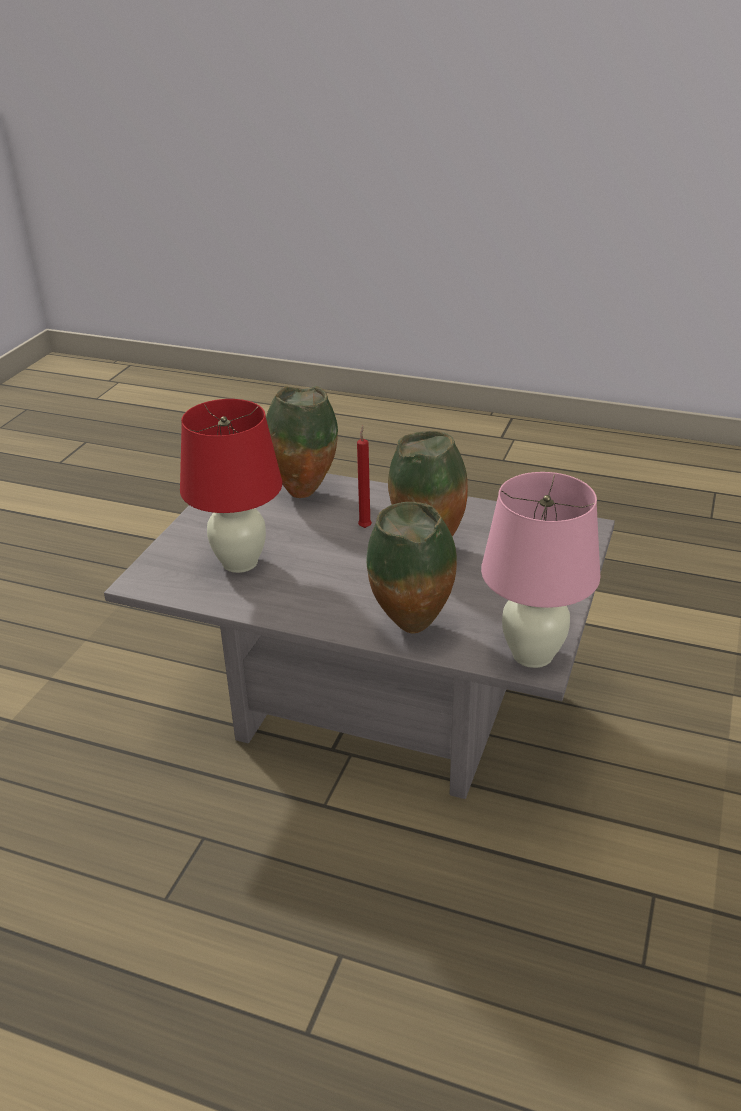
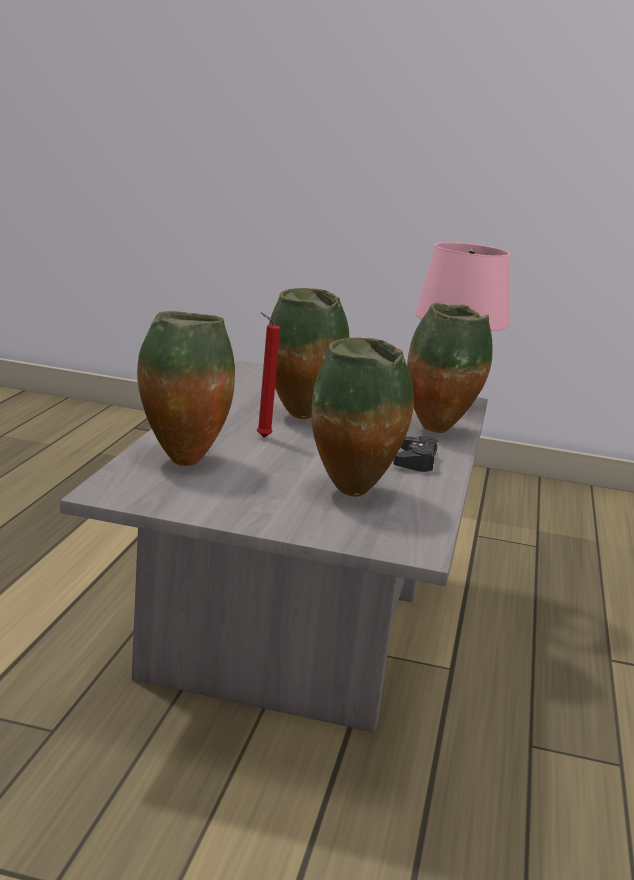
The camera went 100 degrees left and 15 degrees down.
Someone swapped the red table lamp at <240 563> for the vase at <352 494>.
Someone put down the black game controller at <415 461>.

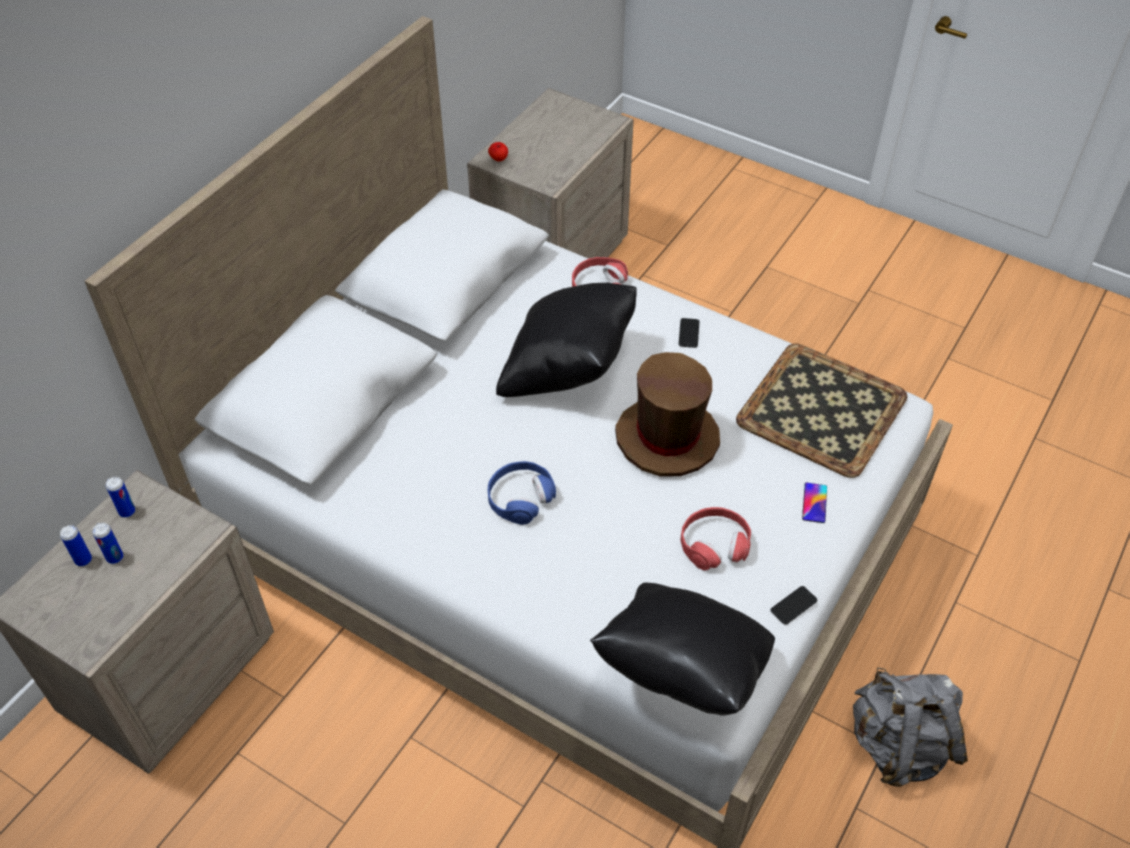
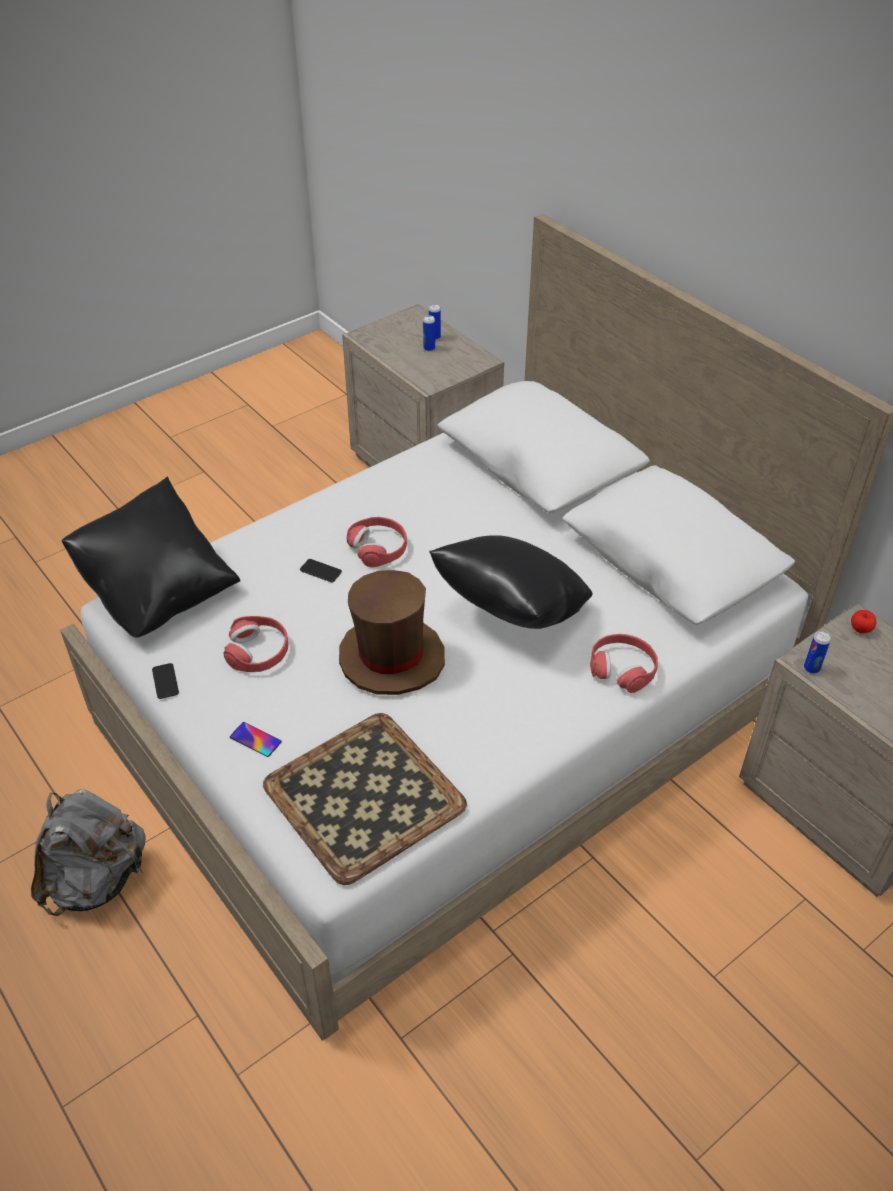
The camera went 110 degrees right and 5 degrees down.
Someone carried the phone from <689 333> to <320 571>.
Someone repainted the blue headphones at <520 497>, which became the red headphones at <378 547>.
Someone carried the can from <127 511> to <811 668>.

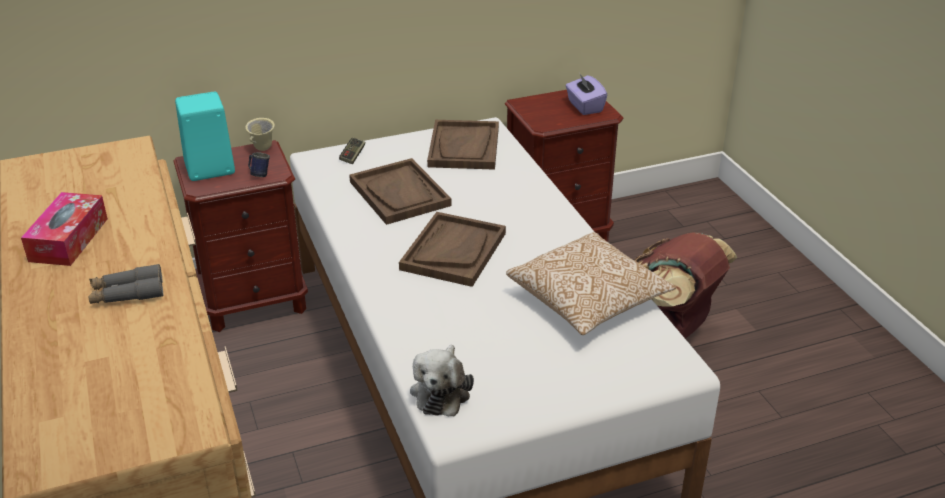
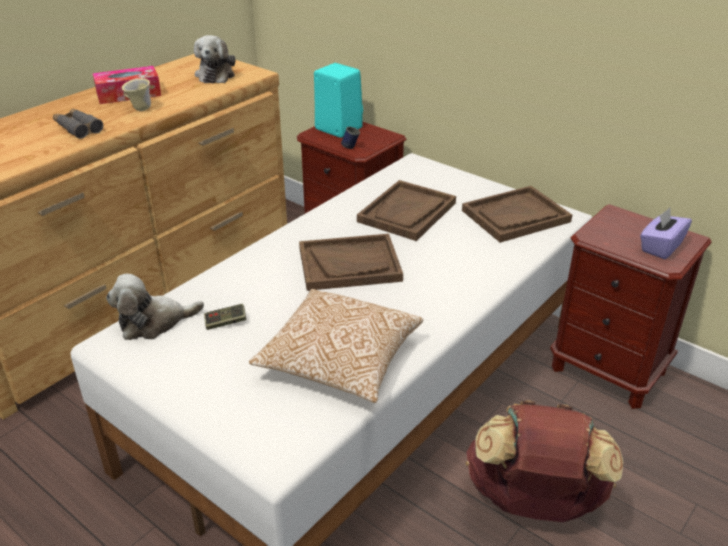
The camera went 60 degrees right and 0 degrees up.
Someone carried the beige mug from <263 149> to <140 110>.
Someone put down the plush toy at <216 75>.
Someone carried the game controller from <353 156> to <225 322>.

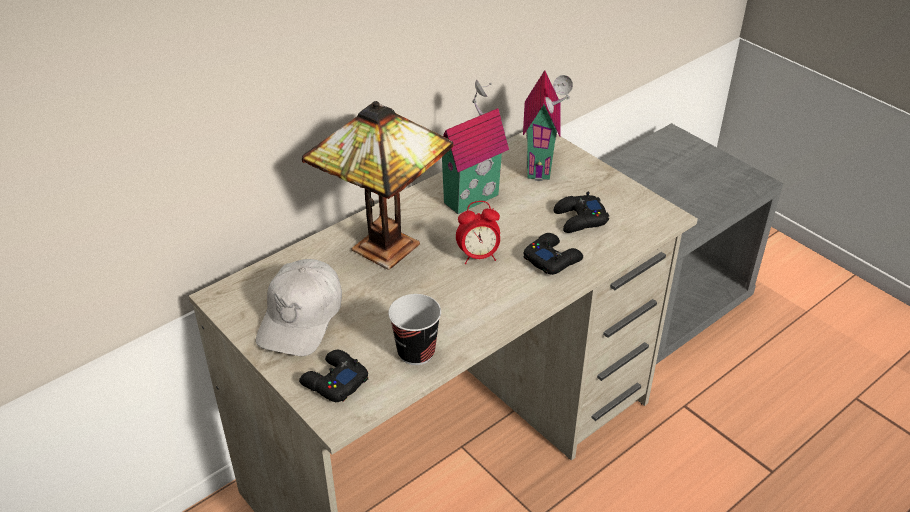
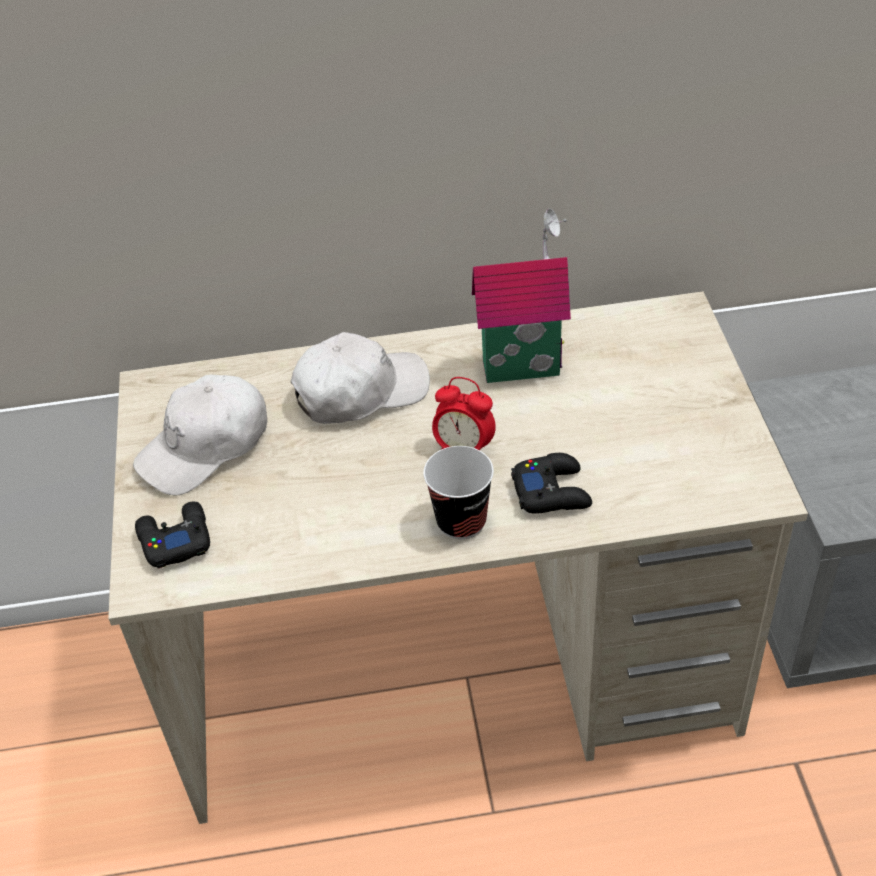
The camera went 35 degrees right and 5 degrees up.
Someone swapped the table lamp at <380 247> for the white cap at <360 392>.
Someone carried the cup from <416 352> to <461 521>.
Someone took away the toy house at <542 165>.
Someone took away the black game controller at <580 219>.

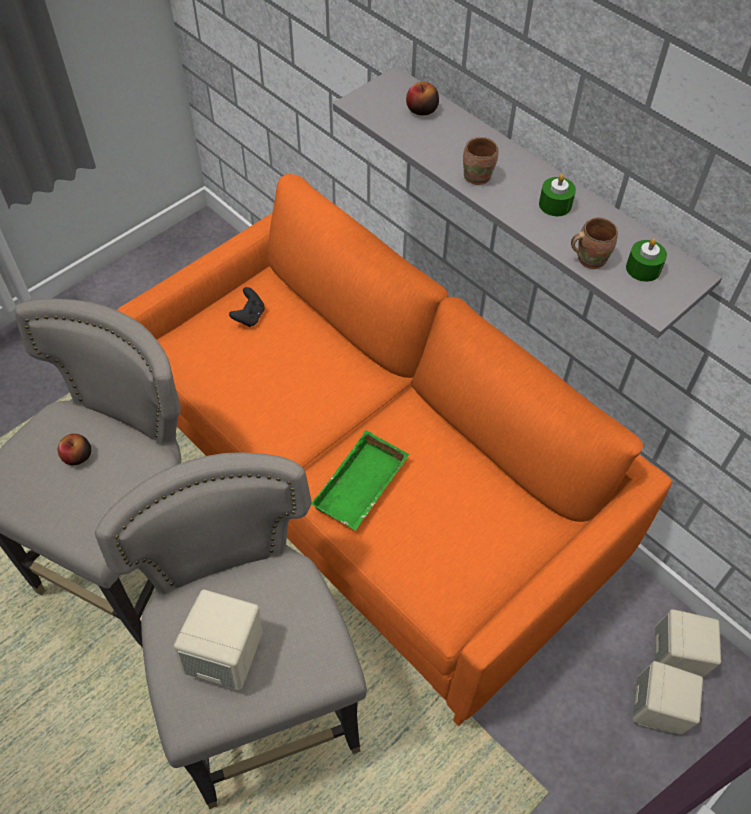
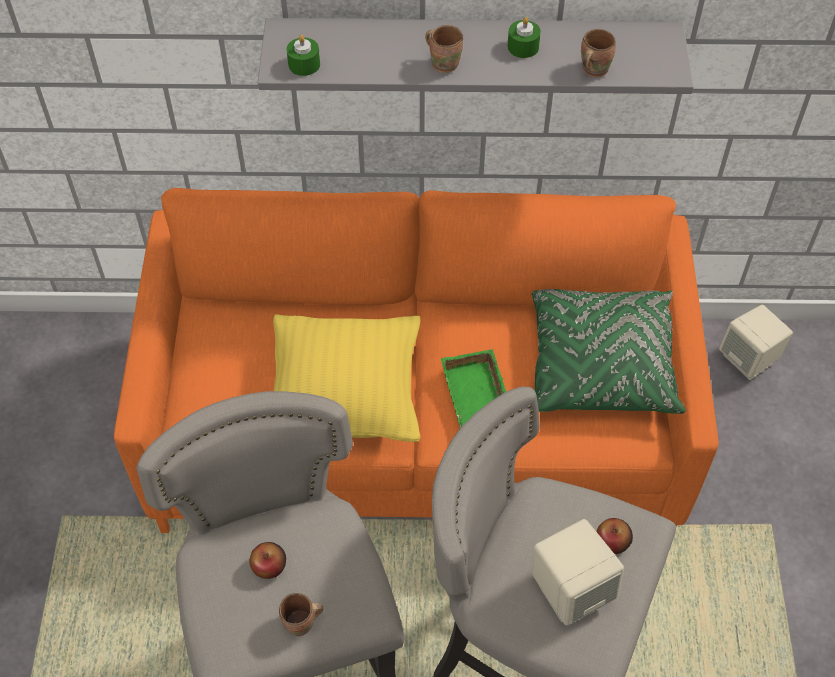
The camera went 45 degrees left and 0 degrees up.
Someone put down the yellow pillow at <346 398>.
Someone put down the brown mug at <301 624>.
Someone carried the green candle from <643 268> to <304 64>.
Someone put down the green pillow at <599 364>.
Someone carried the apple from <421 110> to <612 542>.
Someone took away the black game controller at <249 317>.
Someone took away the beige speaker at <658 710>.

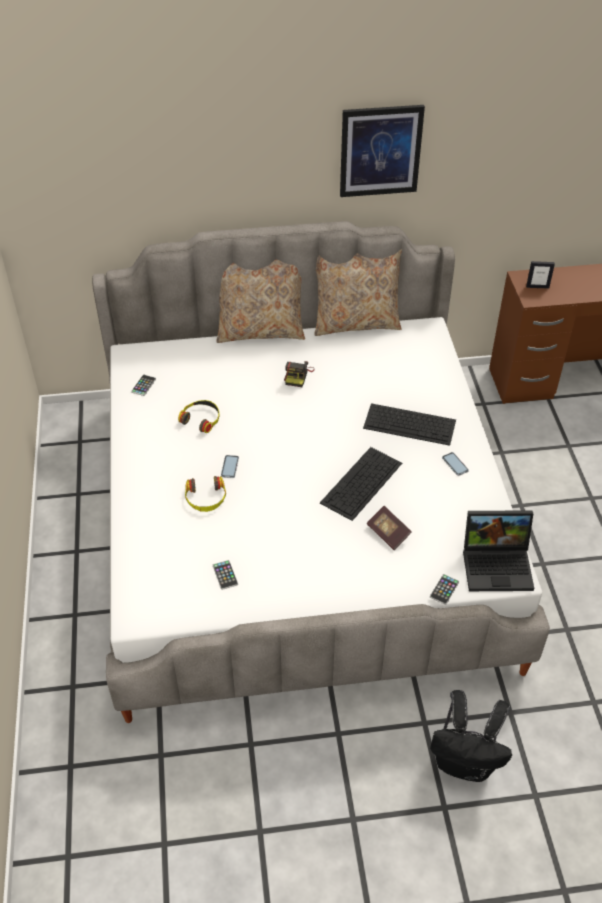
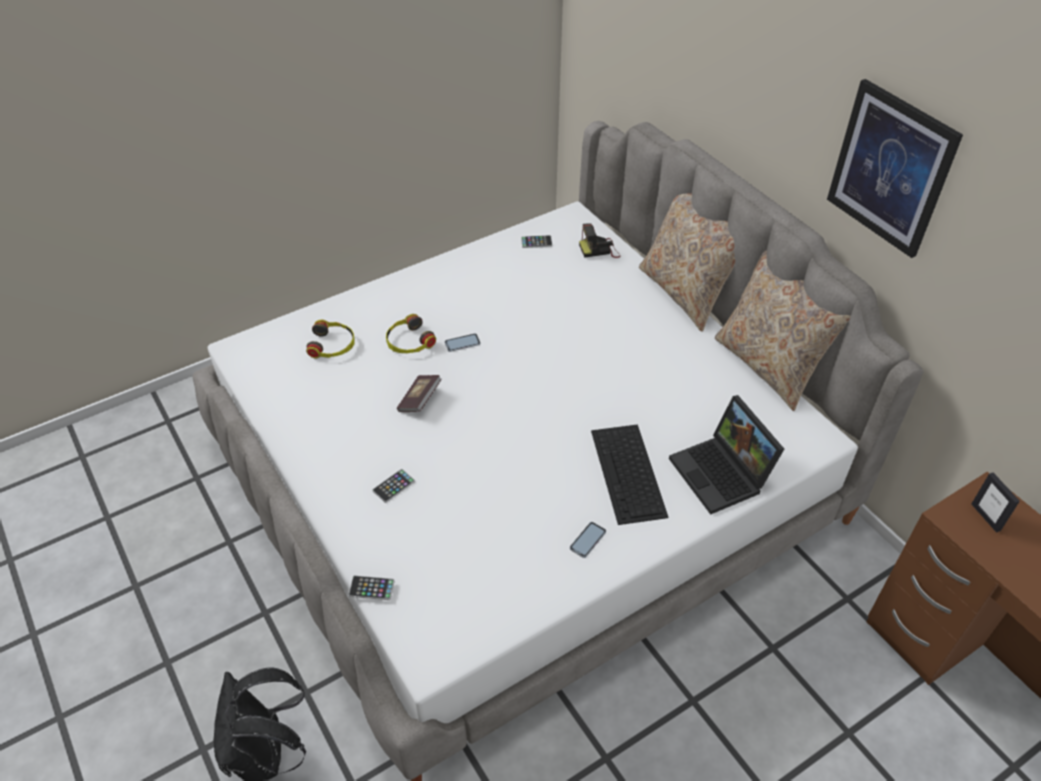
The camera went 65 degrees right and 0 degrees up.
Someone carried the headphones from <201 419> to <332 345>.
Someone carried the phone from <225 575> to <393 486>.
Someone carried the book from <388 533> to <419 400>.
Someone carried the photo camera from <298 375> to <599 250>.
Someone carried the laptop from <498 564> to <722 474>.
Someone took away the keyboard at <361 483>.

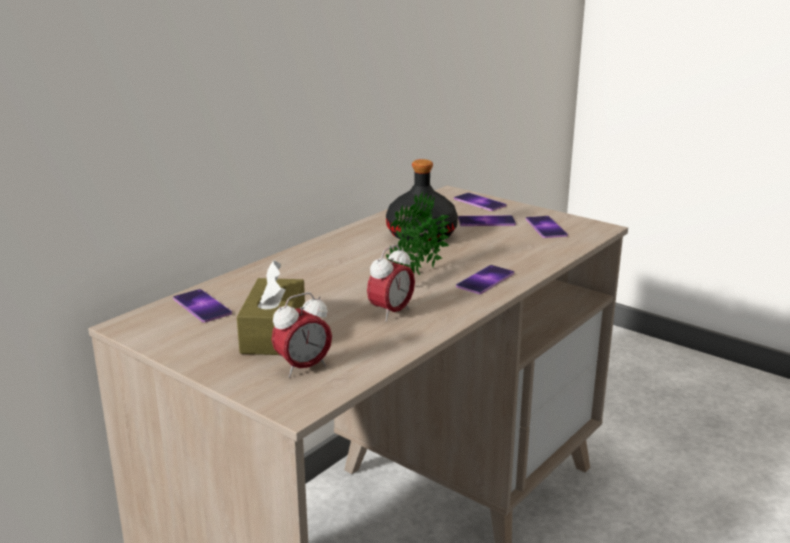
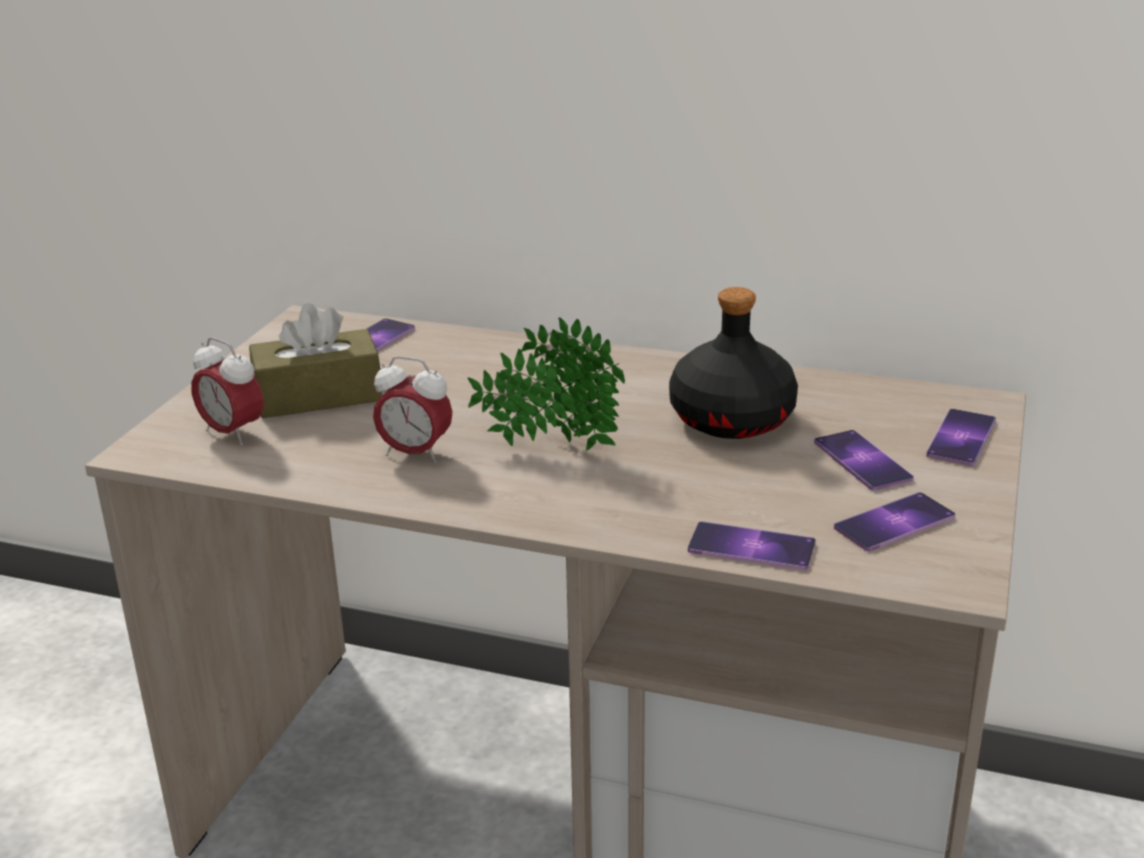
The camera went 70 degrees right and 5 degrees up.
Someone carried the phone from <485 280> to <751 547>.

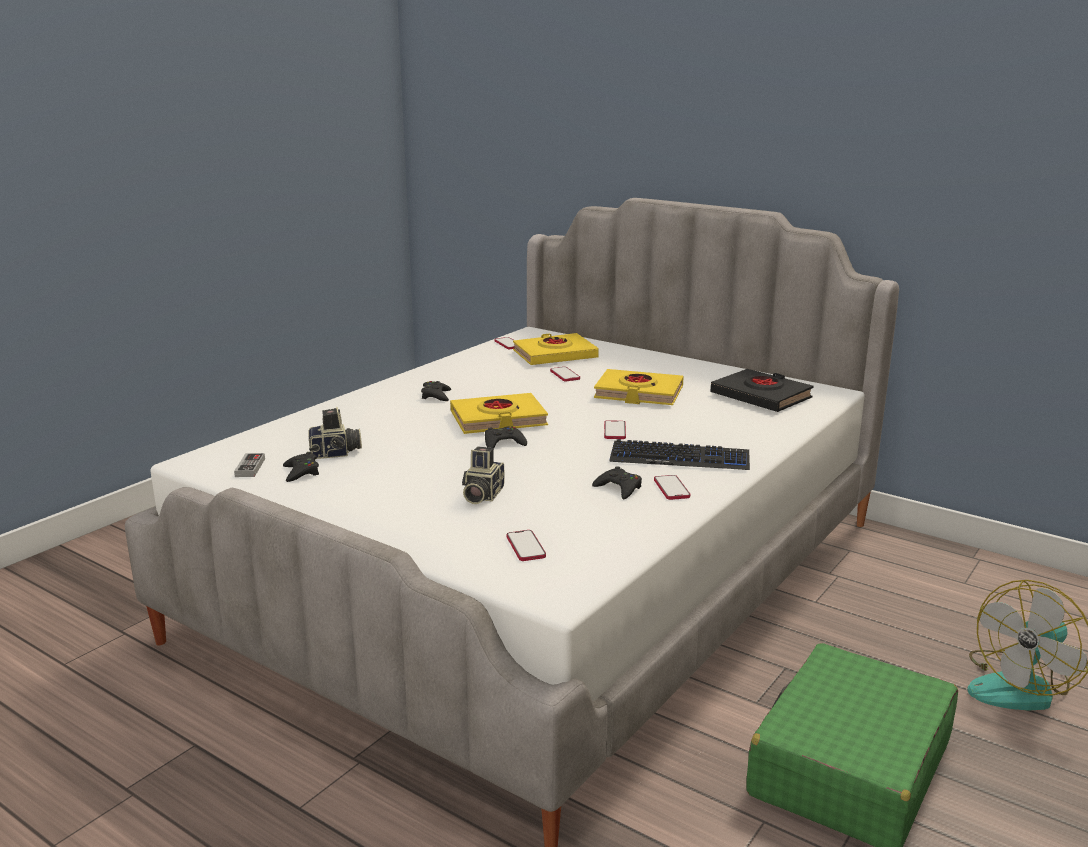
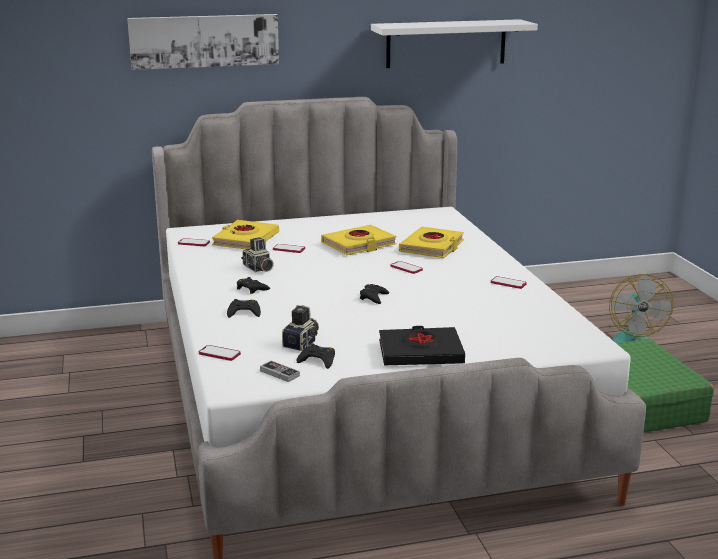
The camera went 50 degrees left and 0 degrees up.
Someone put up the picture at <204 41>.
Someone carried the phone from <525 547> to <219 354>.
Someone carried the black game controller from <619 488> to <244 313>.
Someone carried the photo camera from <481 495> to <258 268>.
Someone put up the white shelf at <446 43>.
Someone carried the black book from <761 396> to <420 353>.
Someone carried the yellow book from <498 420> to <432 247>.
Someone took away the keyboard at <679 458>.

